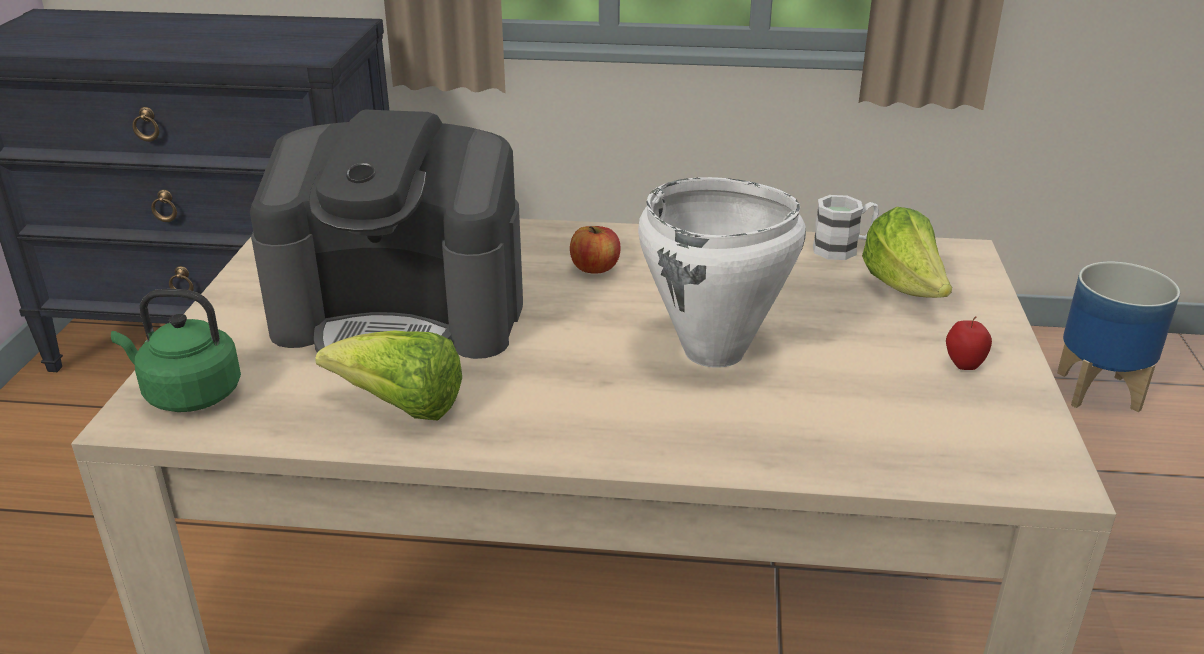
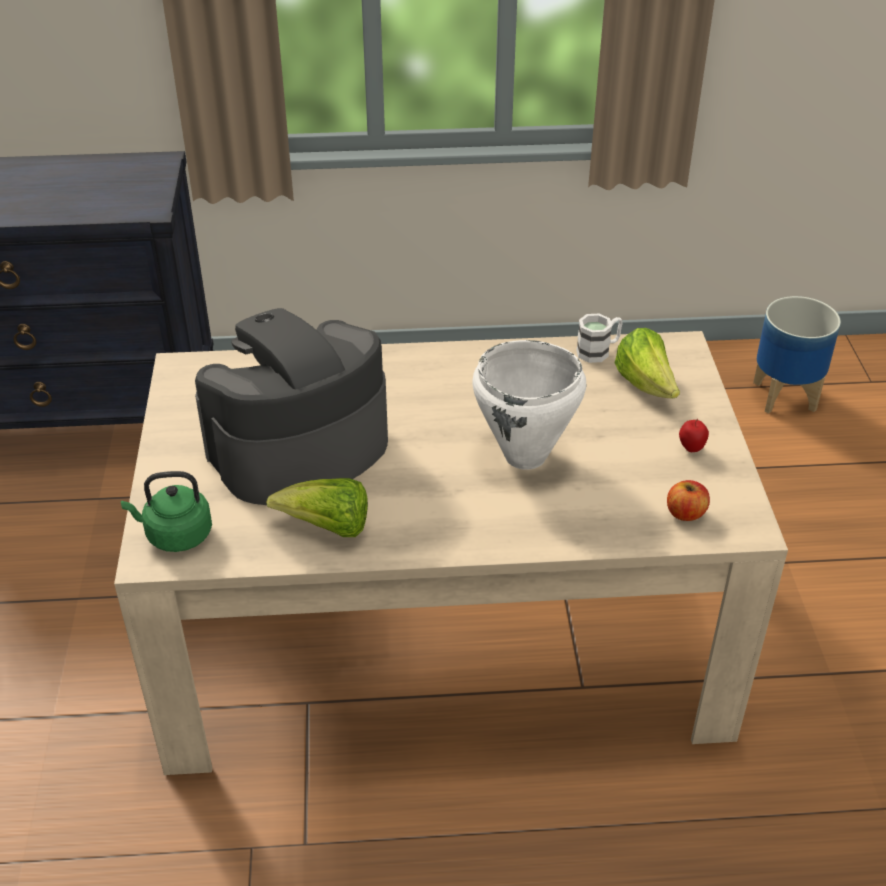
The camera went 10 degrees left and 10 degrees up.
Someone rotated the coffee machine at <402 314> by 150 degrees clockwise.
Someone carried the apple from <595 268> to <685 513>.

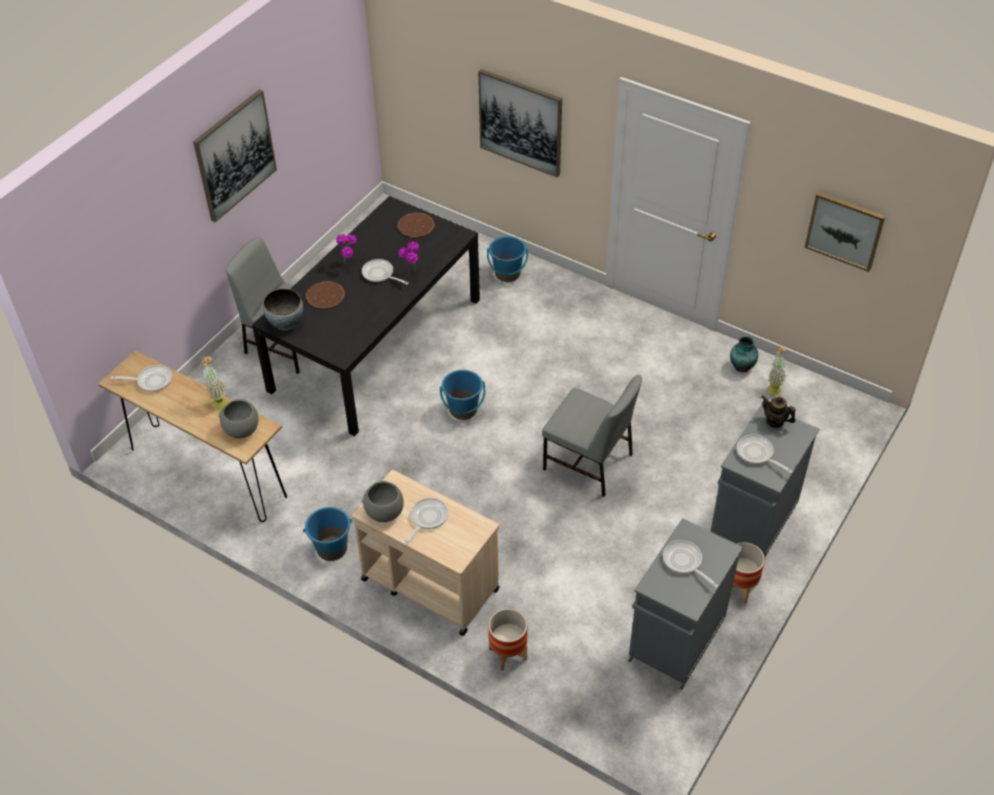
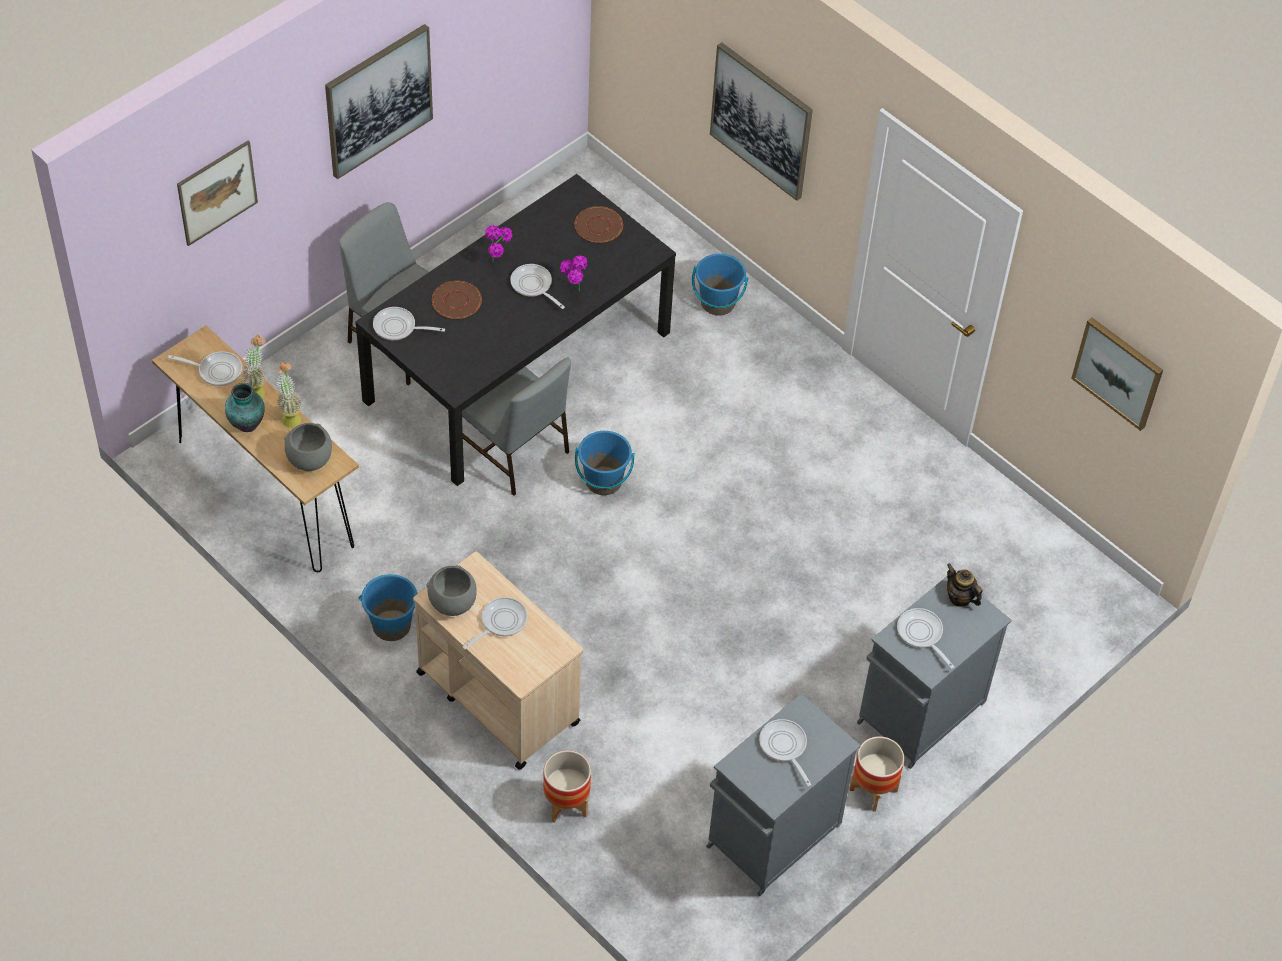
The camera went 10 degrees right and 5 degrees up.
Someone put up the picture at <217 192>.
Someone carried the vase from <741 366> to <246 423>.
Someone carried the potted plant from <773 387> to <257 389>.
Someone swapped the bowl at <286 323> for the frying pan at <398 327>.
Someone carried the grey chair from <589 463> to <512 451>.

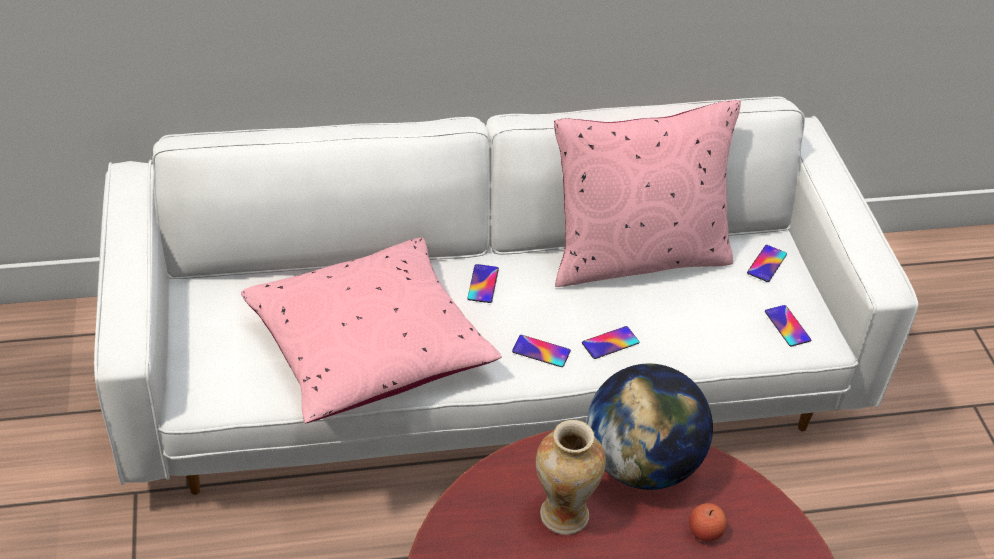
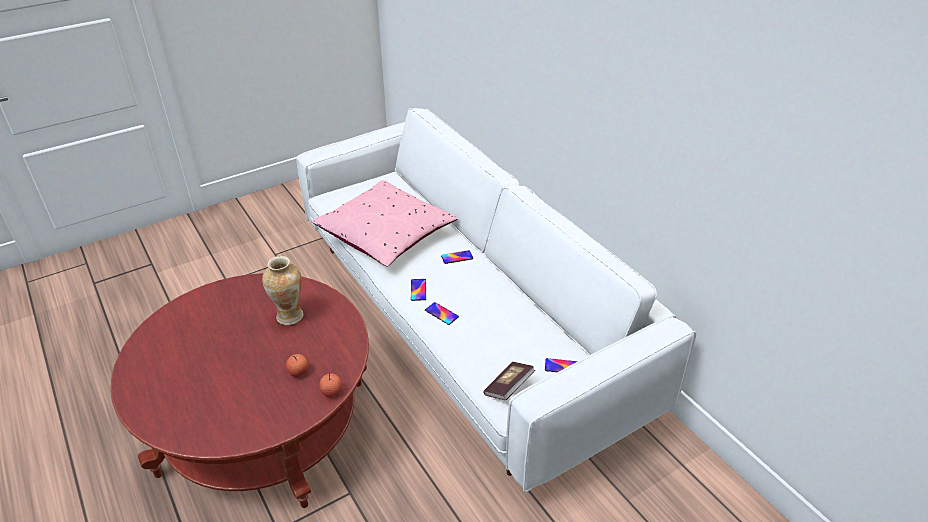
The camera went 70 degrees right and 5 degrees down.
Someone put down the apple at <331 392>.
Someone swapped the phone at <787 326> for the book at <508 388>.
Someone took away the pink pillow at <636 256>.
Someone took away the globe at <641 464>.

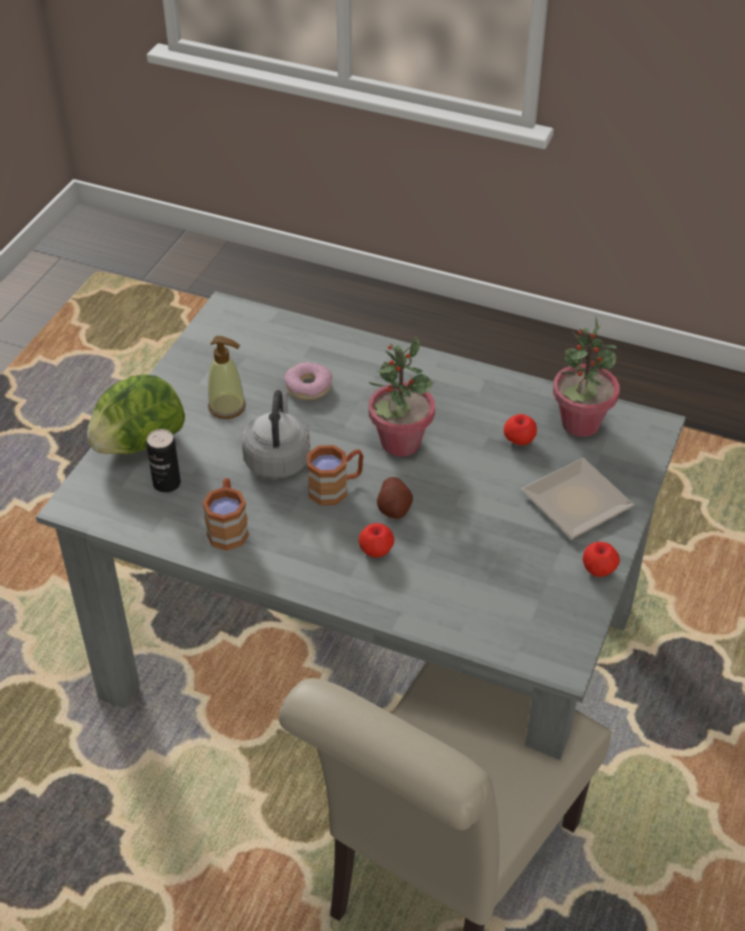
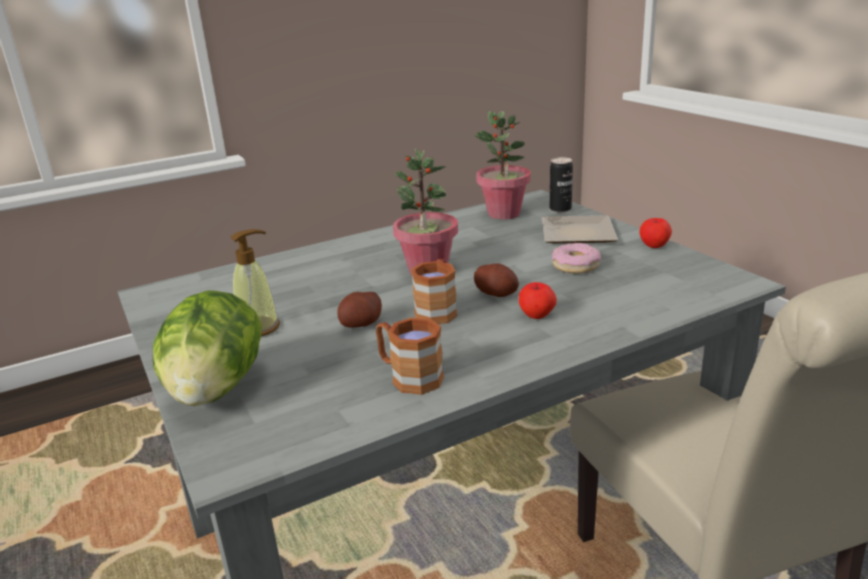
The camera went 50 degrees left and 20 degrees down.
Someone swapped the grey kettle at <277 458> for the potato at <361 324>.
Someone carried the can from <167 483> to <560 209>.
Someone carried the donut from <308 387> to <575 265>.
Someone took away the apple at <519 441>.

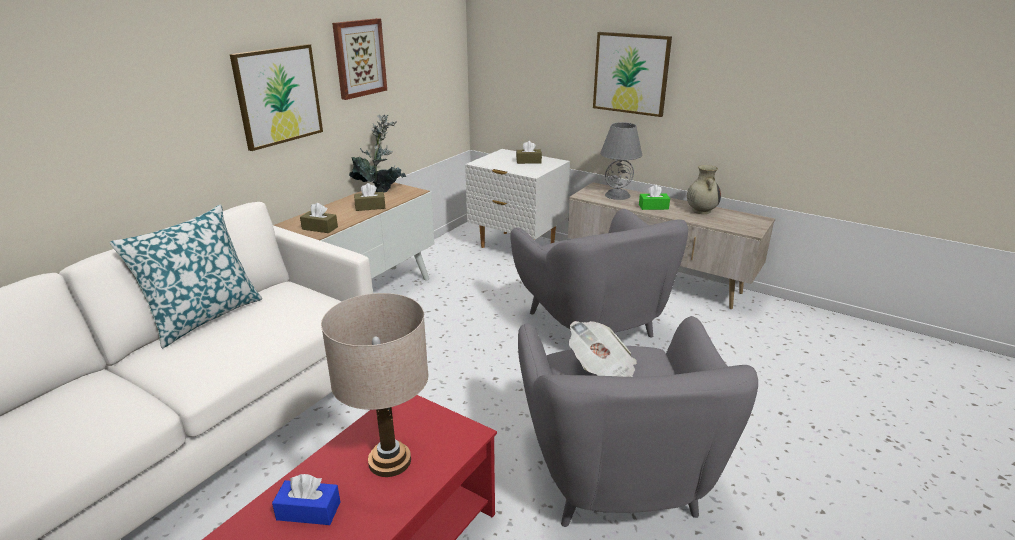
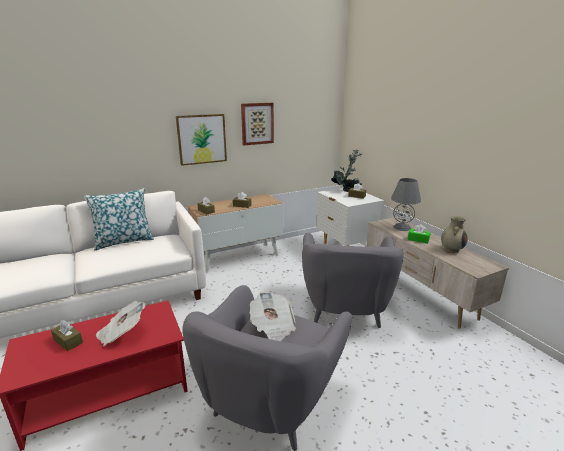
The camera went 30 degrees right and 5 degrees down.
Someone repainted the blue tissue box at <308 511>, which became the brown tissue box at <68 341>.
Someone swapped the beige table lamp at <389 461> for the newspaper at <122 333>.
Someone carried the potted plant from <380 190> to <346 190>.
Someone took away the picture at <631 73>.

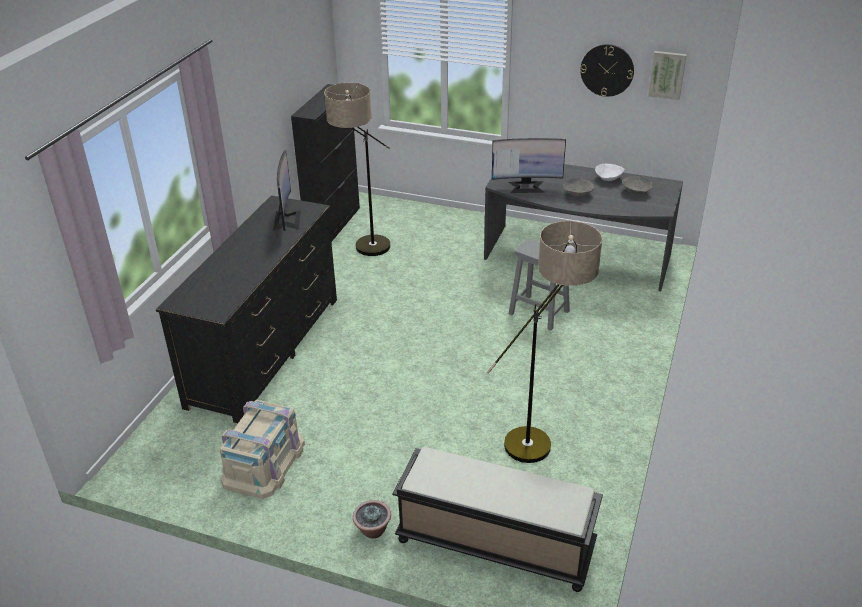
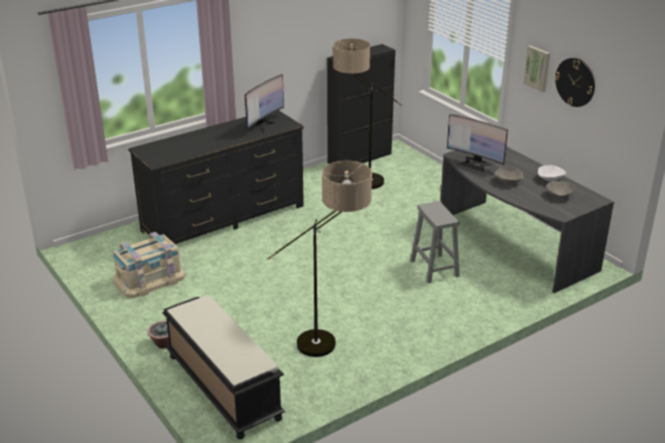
The camera went 35 degrees right and 5 degrees down.
Someone carried the picture from <667 74> to <537 68>.

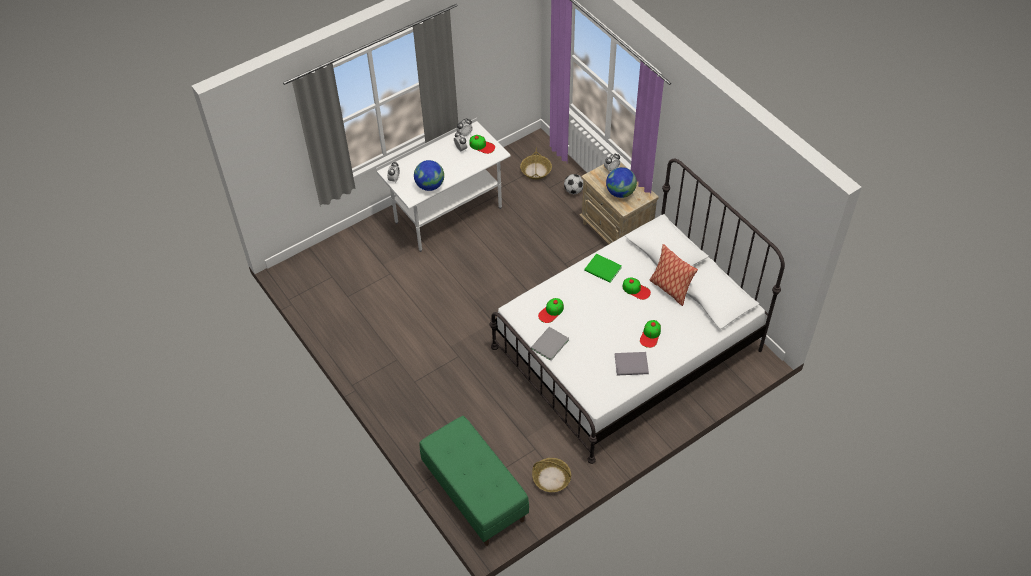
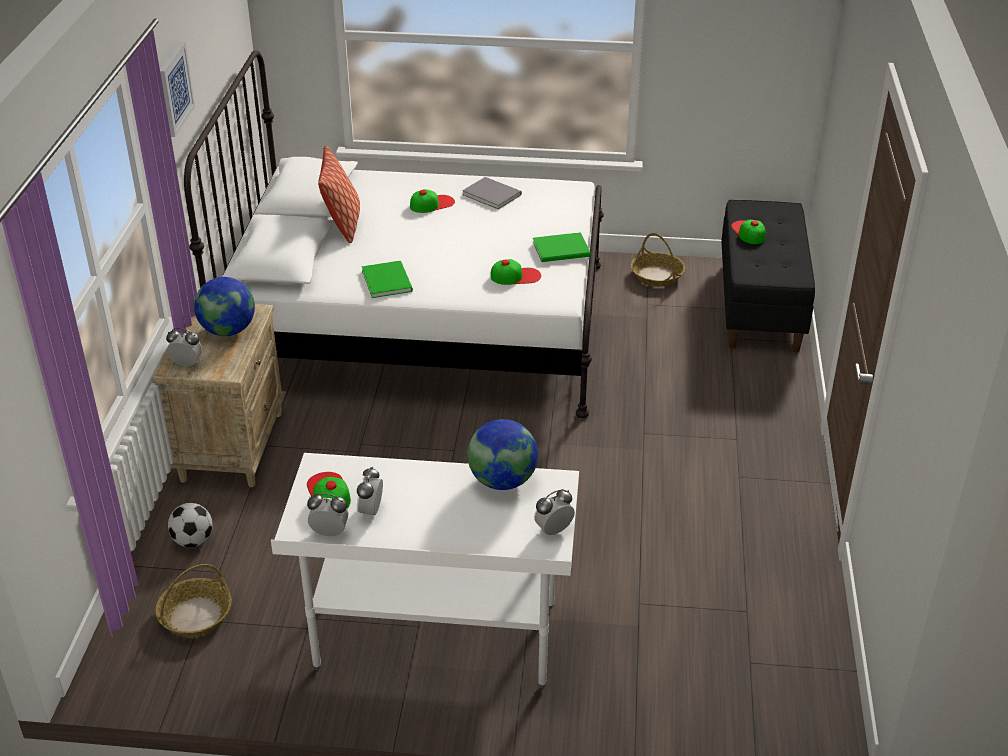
The camera went 140 degrees left and 15 degrees down.
Someone put up the picture at <175 89>.
Someone repainted the grey book at <548 344>, which became the green book at <563 250>.
Someone repainted the green bench at <474 493>, which became the black bench at <761 306>.
Someone carried the cap from <636 290> to <748 232>.

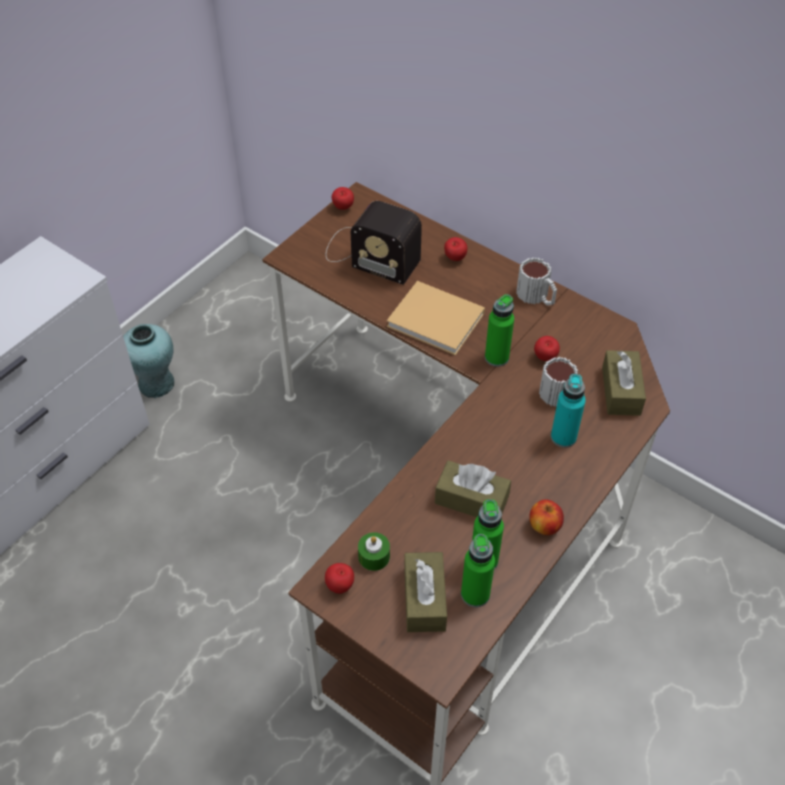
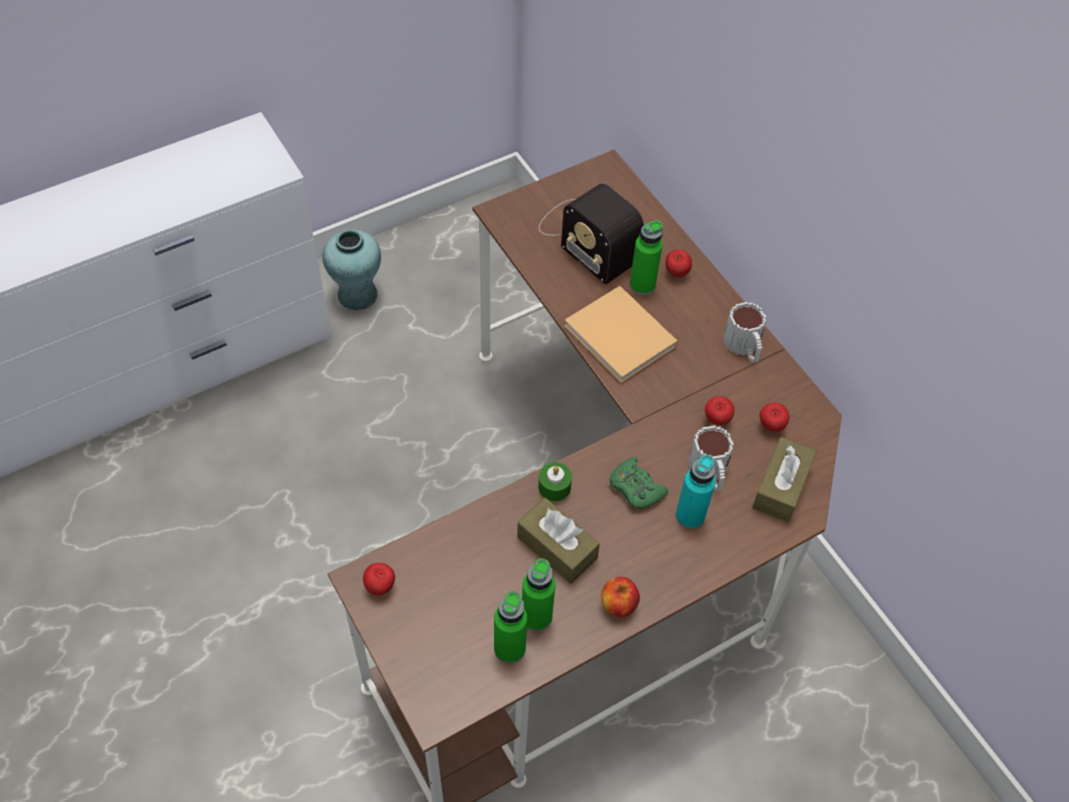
The camera went 20 degrees right and 5 degrees up.
Someone carried the green candle from <374 556> to <554 487>.
Someone put down the green game controller at <635 488>.
Someone carried the green bottle from <496 357> to <642 285>.
Someone carried the apple from <343 208> to <770 426>.
Someone took away the brown tissue box at <424 599>.

